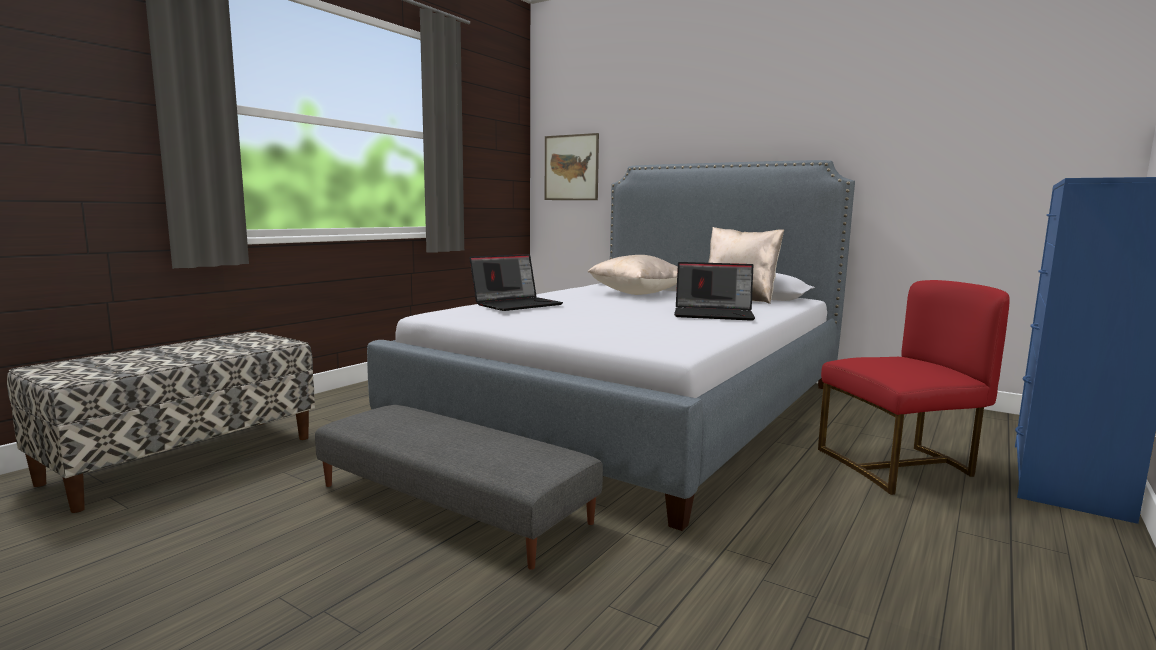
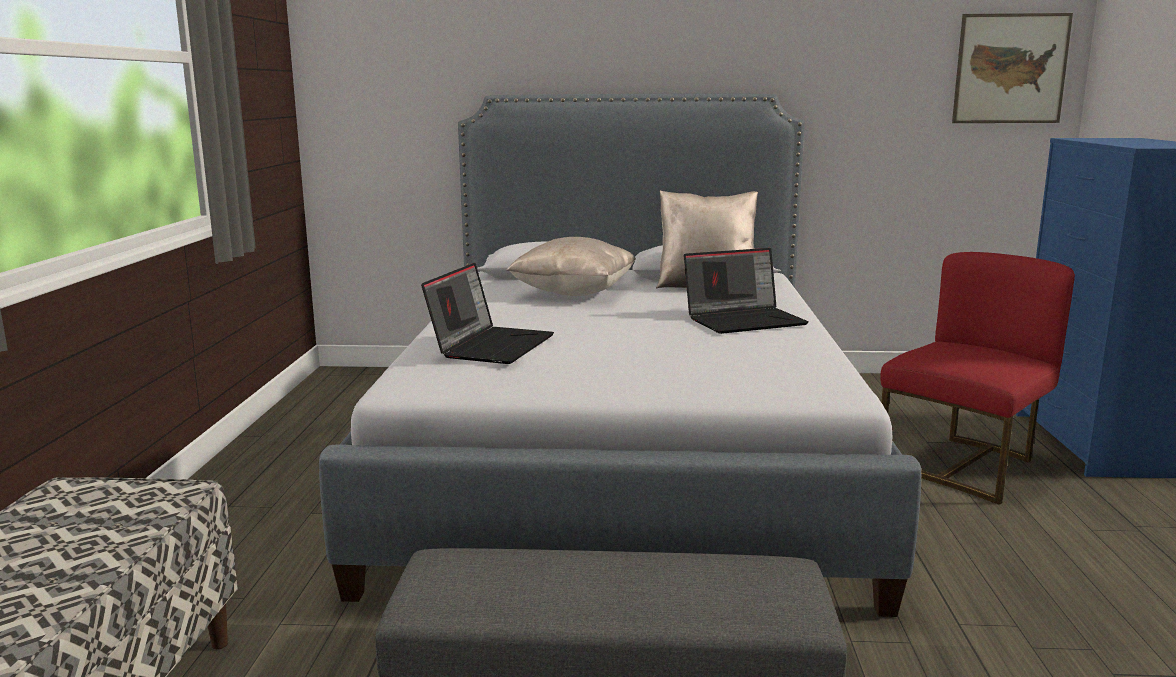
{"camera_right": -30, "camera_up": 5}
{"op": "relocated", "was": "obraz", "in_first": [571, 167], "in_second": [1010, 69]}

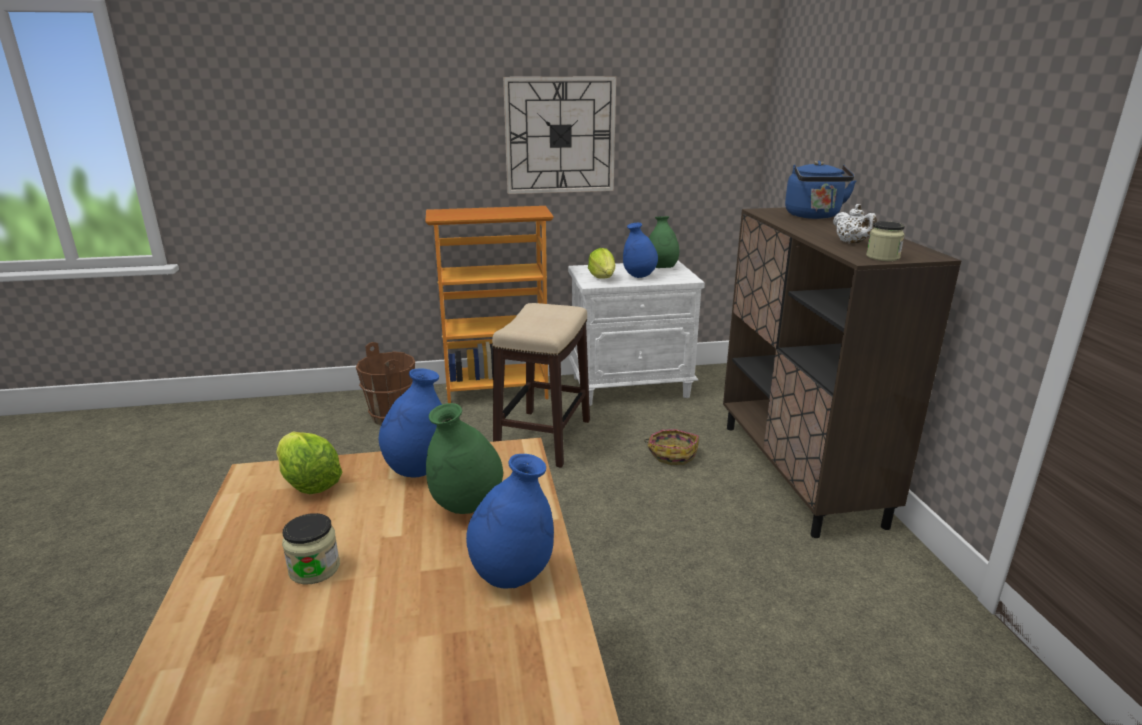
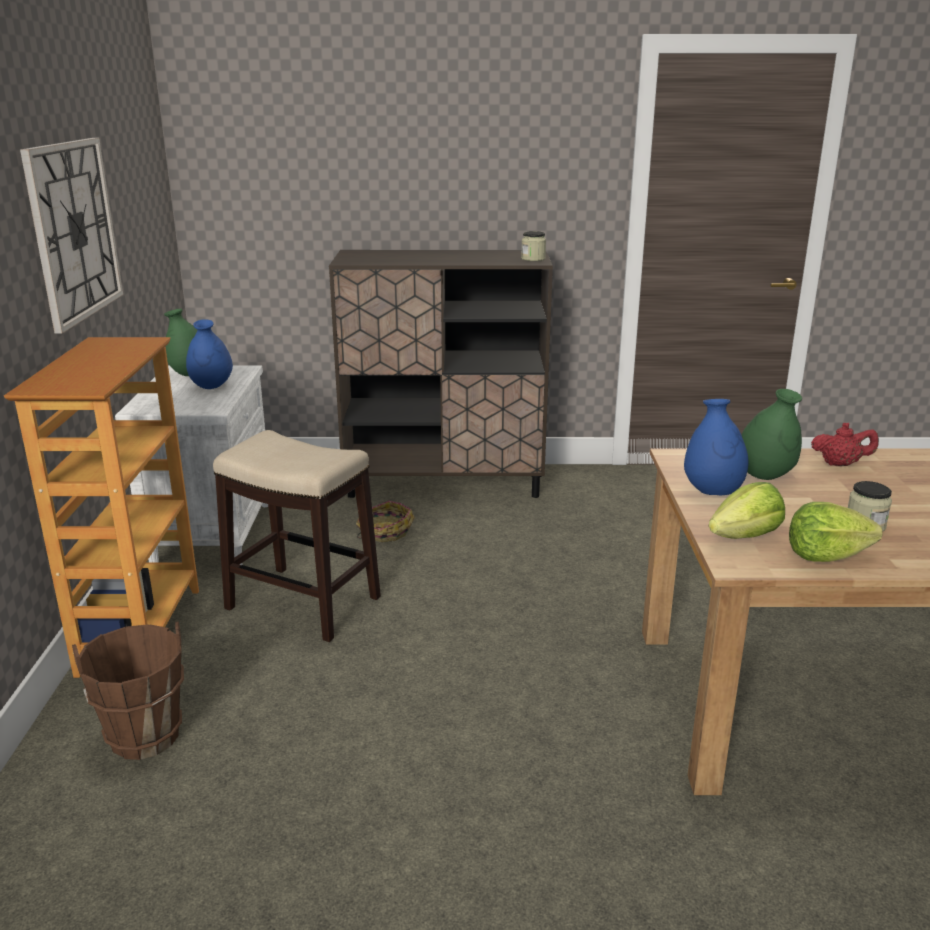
{"camera_right": -80, "camera_up": 0}
{"op": "missing", "was": "czajnik [niebieski]", "in_first": [814, 216]}
{"op": "missing", "was": "imbryk [biały]", "in_first": [852, 243]}
{"op": "relocated", "was": "sałata", "in_first": [603, 277], "in_second": [825, 556]}
{"op": "exchanged", "was": "wazon [niebieski]", "now": "imbryk [czerwony]", "in_first": [512, 575], "in_second": [840, 464]}

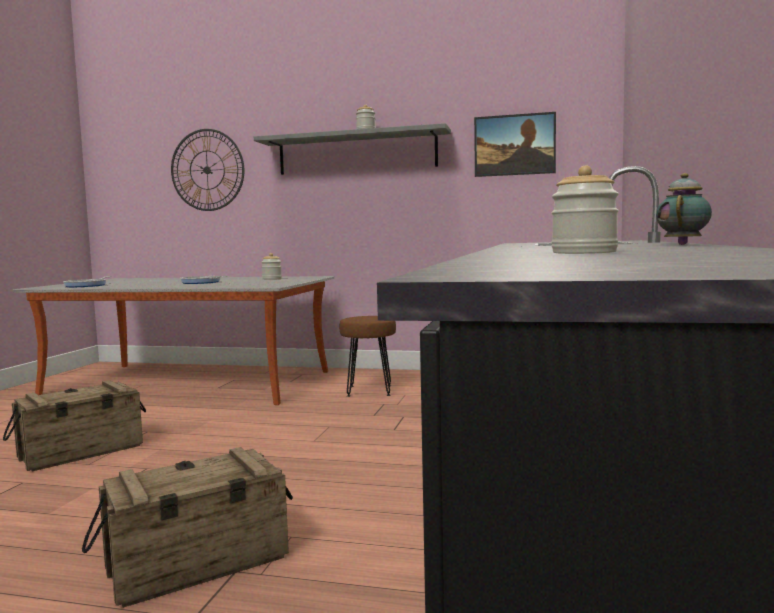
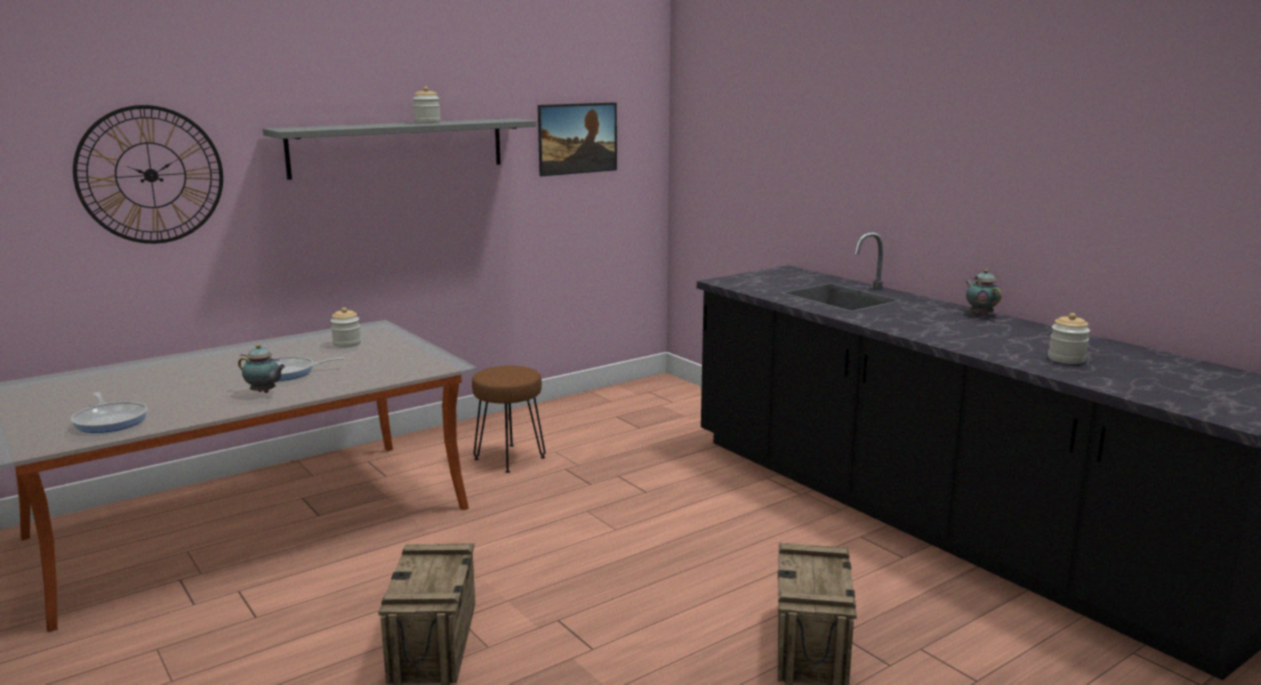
{"camera_right": -50, "camera_up": 10}
{"op": "appeared", "now": "imbryk", "in_second": [264, 392]}

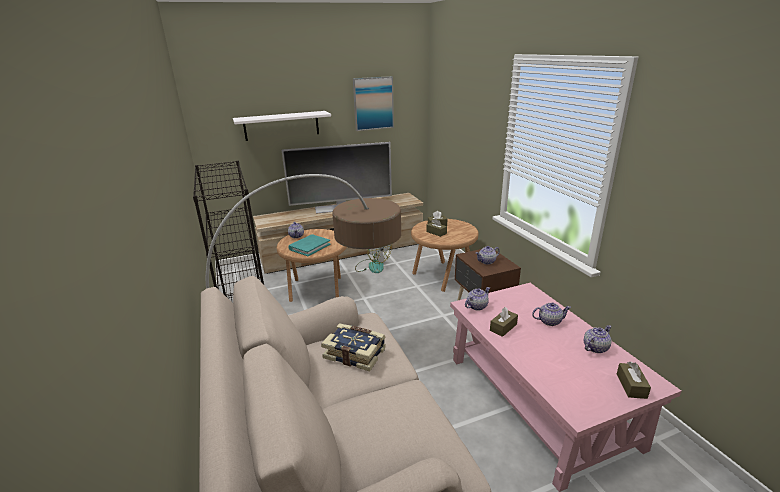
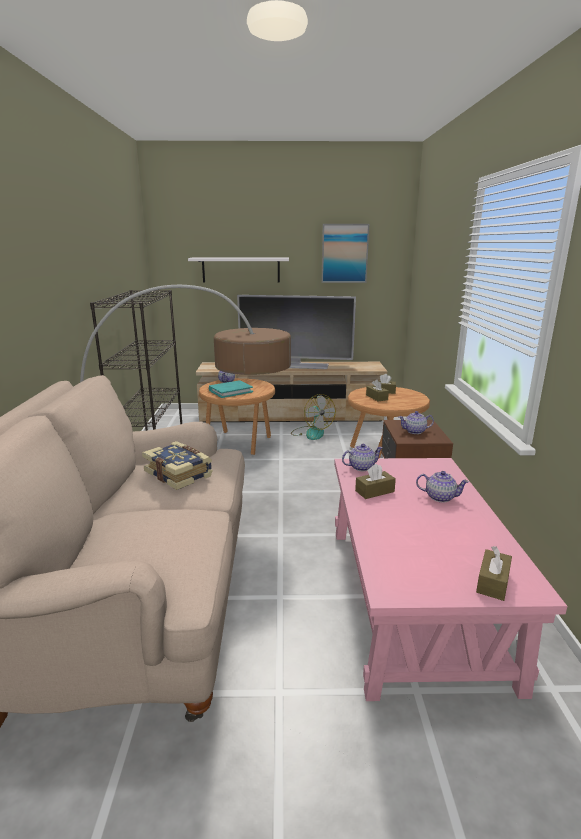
{"camera_right": 20, "camera_up": -5}
{"op": "missing", "was": "imbryk", "in_first": [595, 348]}

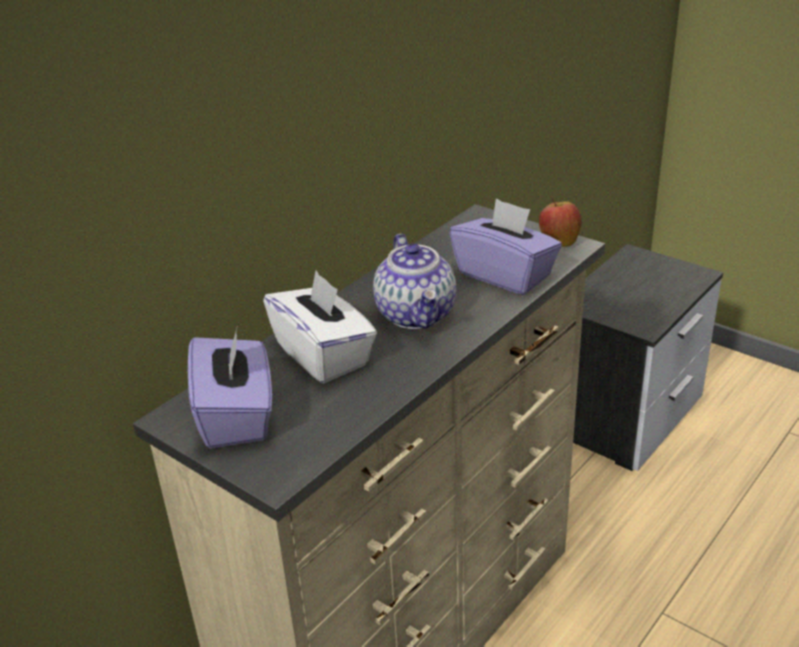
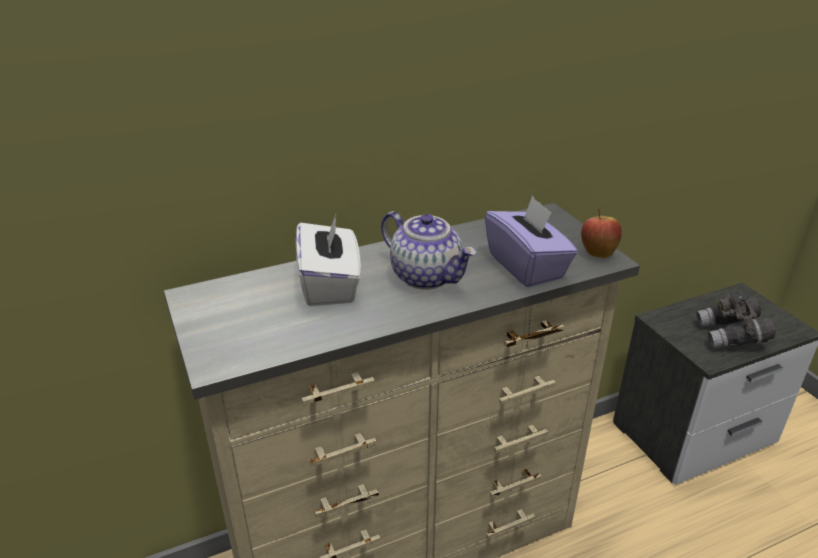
{"camera_right": 25, "camera_up": 0}
{"op": "spun", "was": "imbryk", "in_first": [417, 315], "in_second": [427, 276], "clockwise": -60}
{"op": "missing", "was": "pudełko chusteczek [fioletowy]", "in_first": [237, 416]}
{"op": "appeared", "now": "lornetka [szary]", "in_second": [731, 336]}

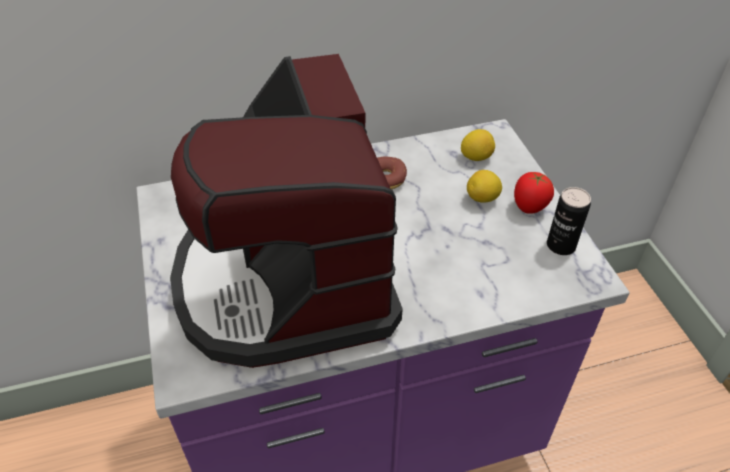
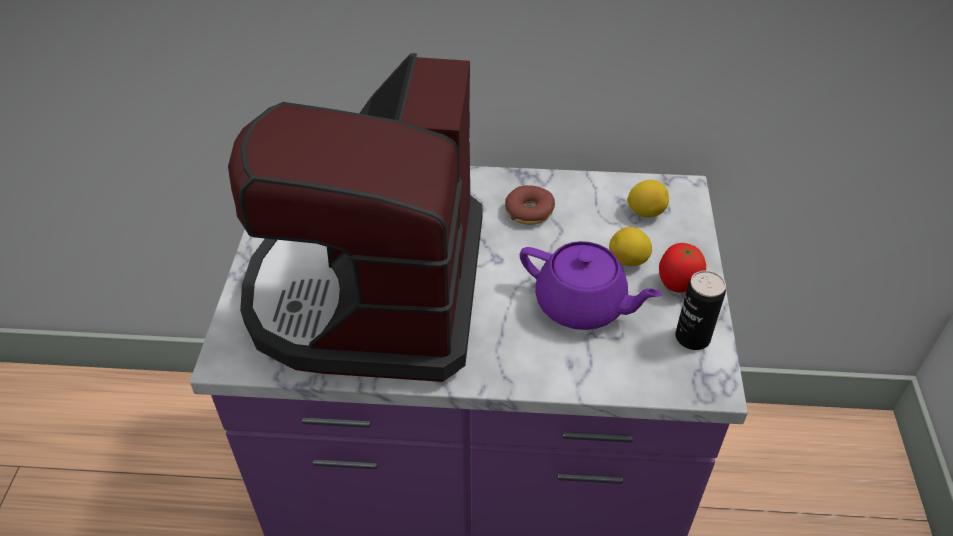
{"camera_right": 20, "camera_up": 0}
{"op": "appeared", "now": "imbryk [fioletowy]", "in_second": [582, 305]}

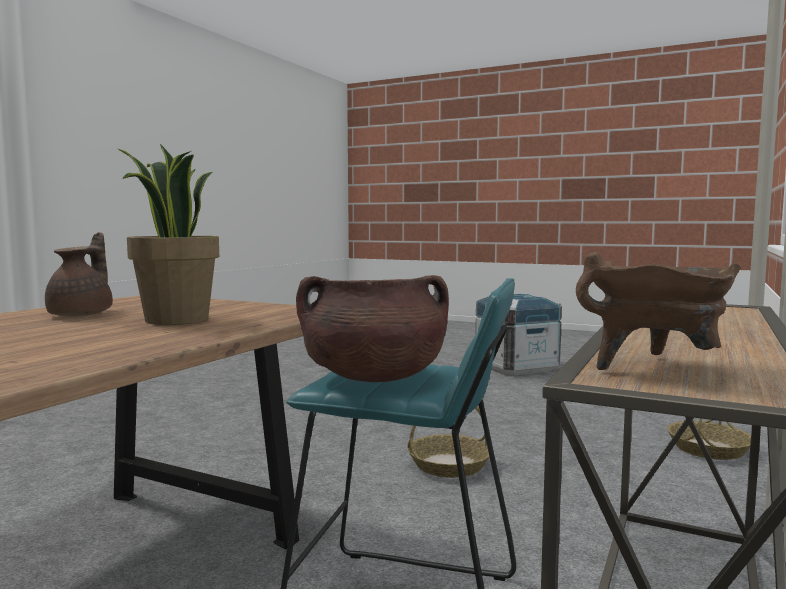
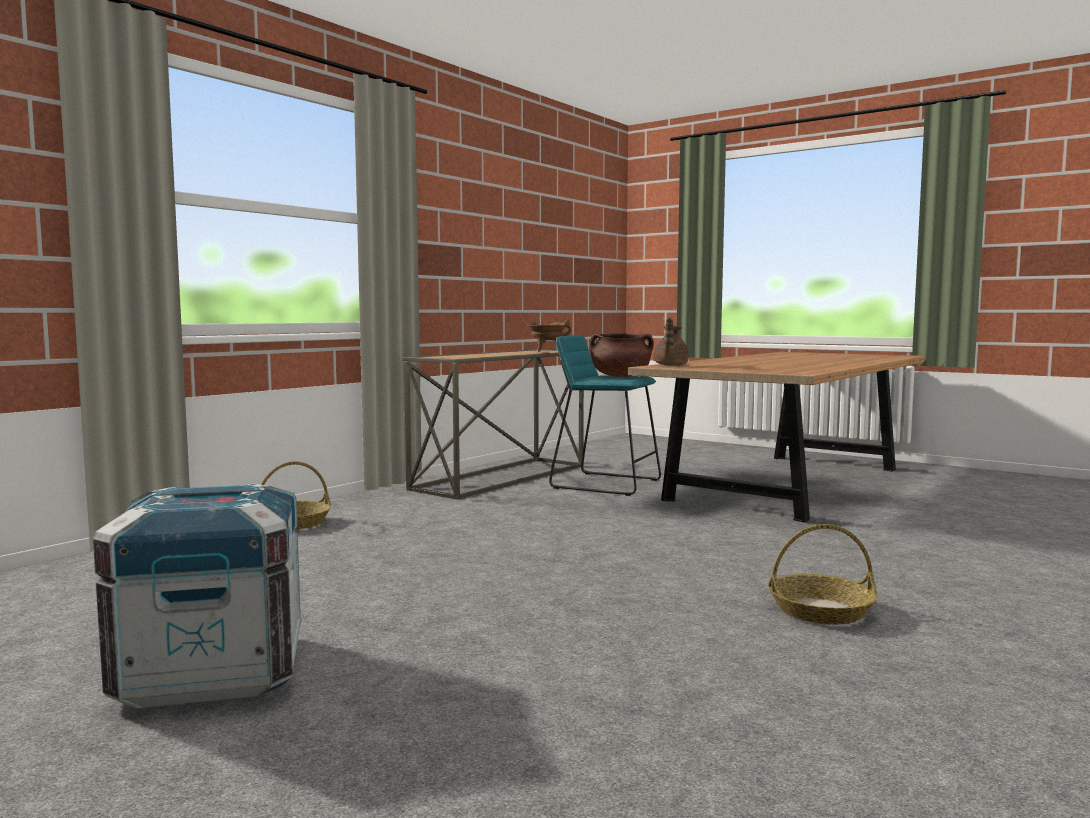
{"camera_right": -170, "camera_up": 0}
{"op": "missing", "was": "roślina doniczkowa", "in_first": [175, 320]}
{"op": "relocated", "was": "imbryk [brązowy]", "in_first": [83, 314], "in_second": [670, 365]}
{"op": "relocated", "was": "koszyk", "in_first": [448, 465], "in_second": [821, 610]}

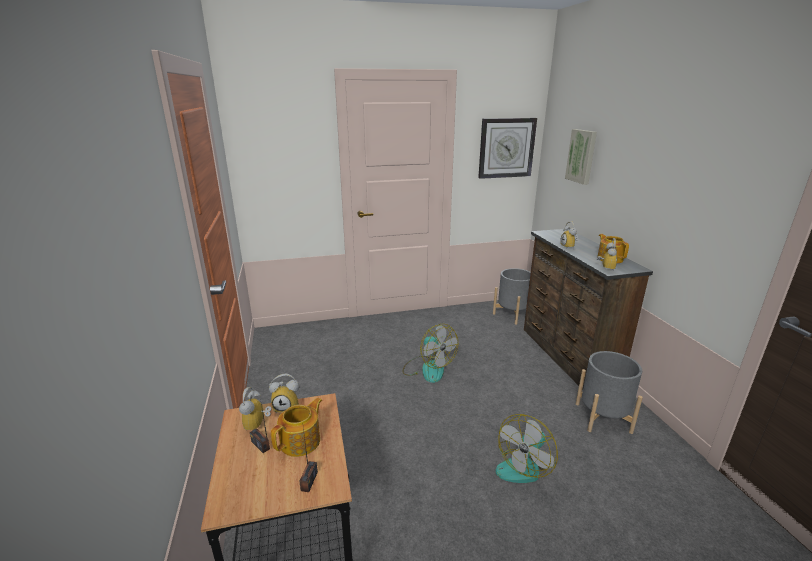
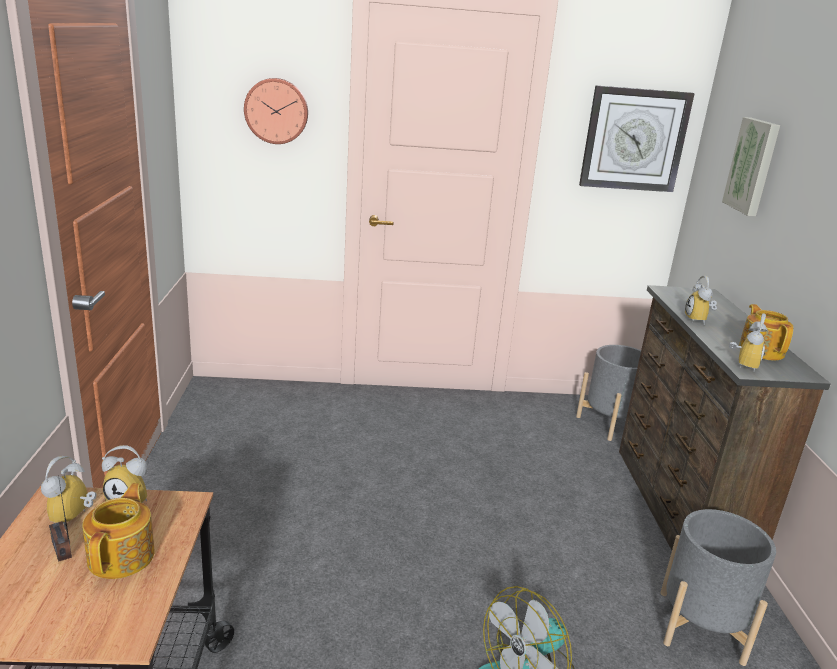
{"camera_right": 10, "camera_up": 0}
{"op": "missing", "was": "wentylator", "in_first": [428, 368]}
{"op": "spun", "was": "imbryk", "in_first": [301, 441], "in_second": [123, 556], "clockwise": -45}
{"op": "missing", "was": "radio", "in_first": [309, 481]}
{"op": "appeared", "now": "zegar ścienny", "in_second": [276, 111]}

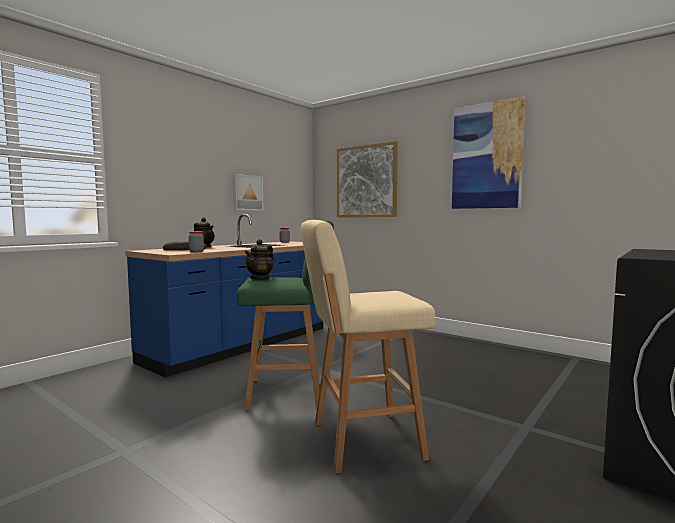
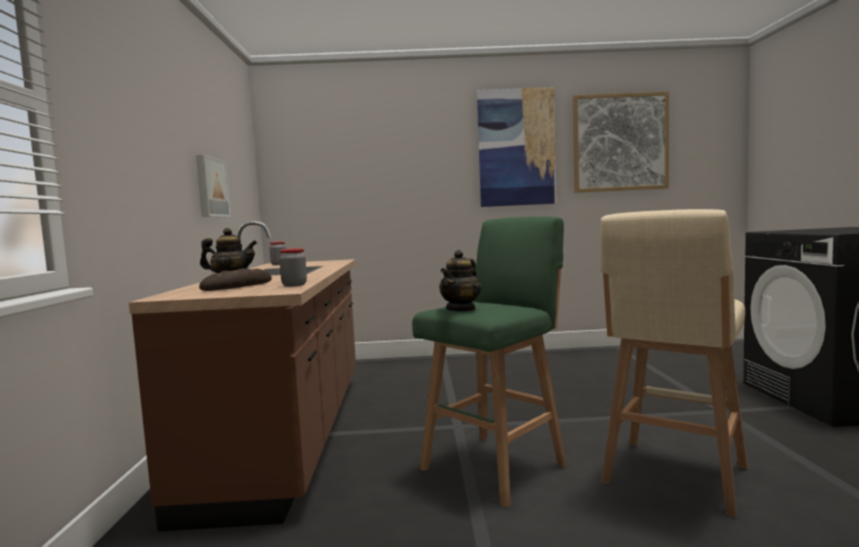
{"camera_right": -40, "camera_up": 0}
{"op": "relocated", "was": "obraz", "in_first": [366, 181], "in_second": [620, 142]}
{"op": "colour", "was": "zabudowa kuchenna [niebieski]", "now": "zabudowa kuchenna [brązowy]", "in_first": [245, 344], "in_second": [290, 433]}
{"op": "spun", "was": "imbryk", "in_first": [260, 278], "in_second": [461, 309], "clockwise": 45}

